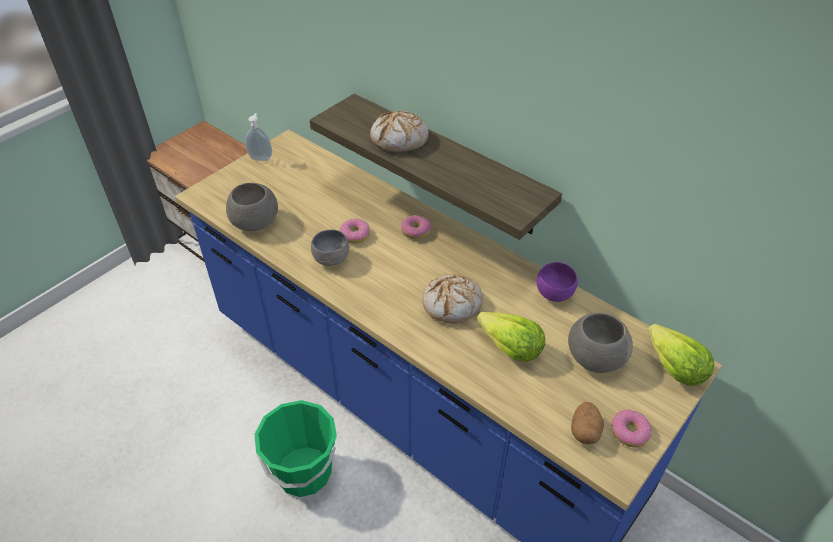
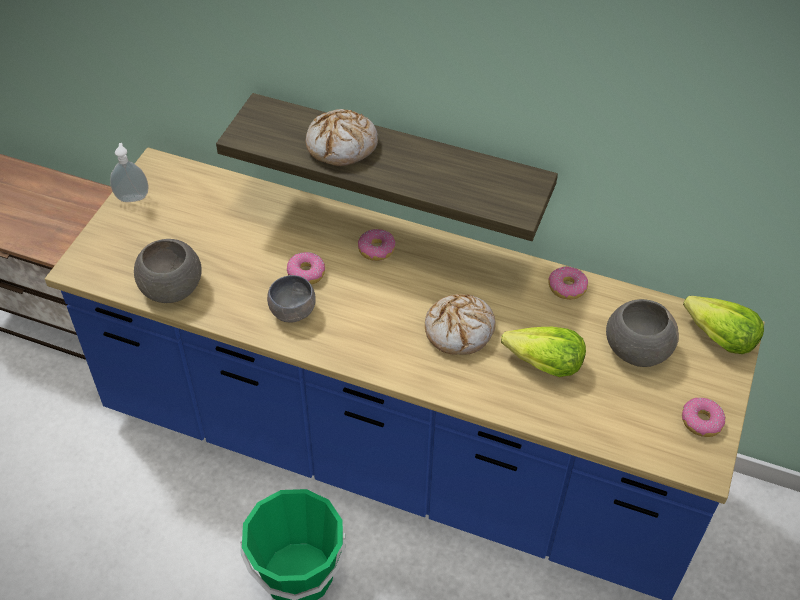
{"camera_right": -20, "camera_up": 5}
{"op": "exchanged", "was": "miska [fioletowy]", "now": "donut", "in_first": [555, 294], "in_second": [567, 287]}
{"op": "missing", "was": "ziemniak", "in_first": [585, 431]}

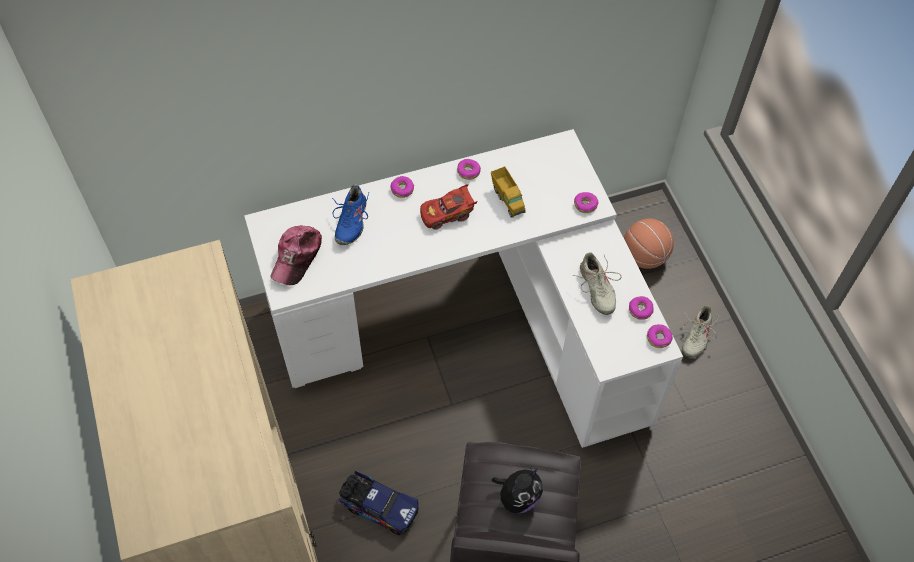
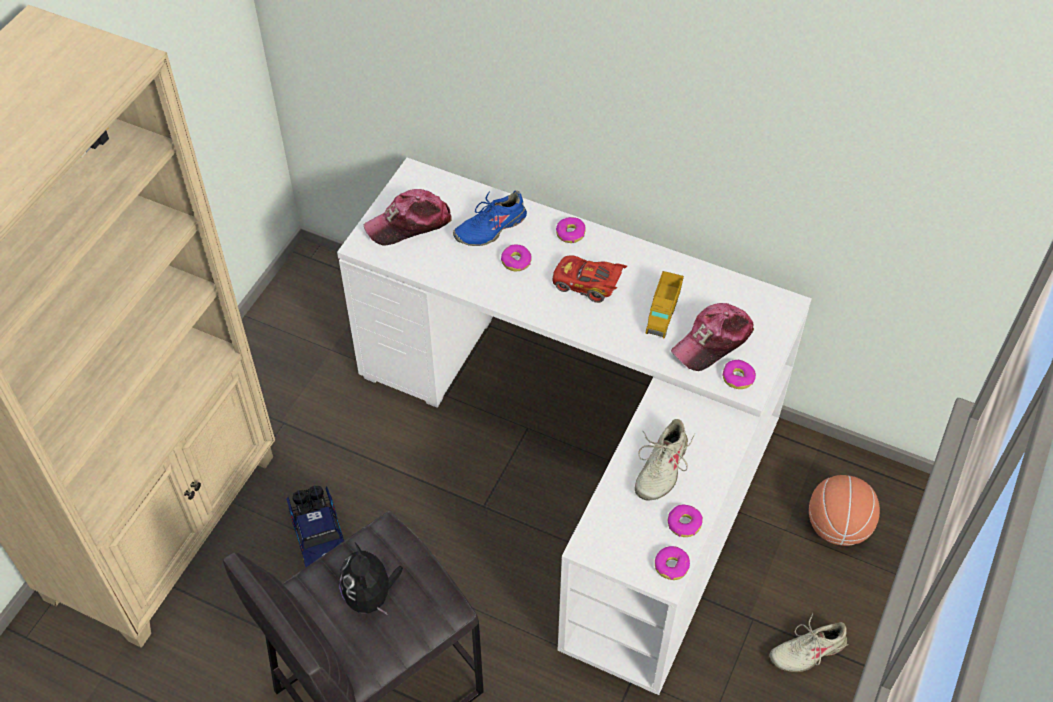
{"camera_right": 45, "camera_up": -5}
{"op": "relocated", "was": "donut", "in_first": [468, 171], "in_second": [516, 261]}
{"op": "spun", "was": "pluszak", "in_first": [518, 497], "in_second": [371, 596], "clockwise": 75}
{"op": "appeared", "now": "czapka z daszkiem", "in_second": [713, 341]}

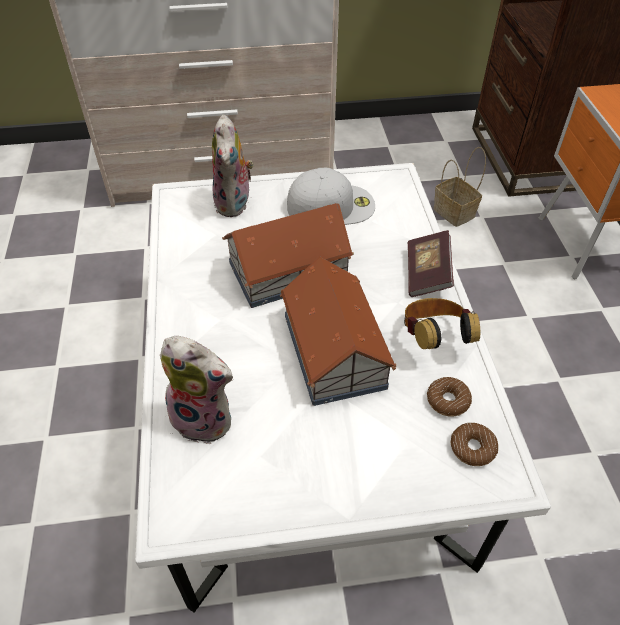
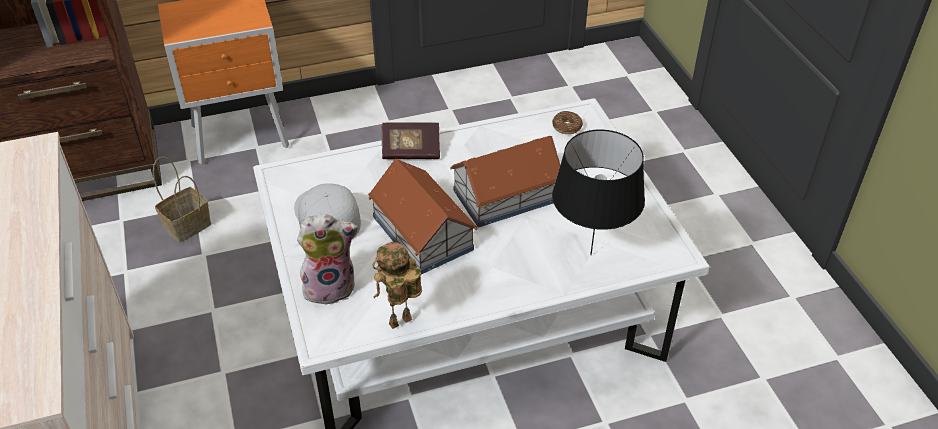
{"camera_right": -100, "camera_up": -5}
{"op": "missing", "was": "słuchawki", "in_first": [434, 338]}
{"op": "exchanged", "was": "pluszak", "now": "lampa stołowa [czarny]", "in_first": [205, 418], "in_second": [591, 255]}
{"op": "missing", "was": "donut", "in_first": [448, 400]}
{"op": "appeared", "now": "robot zabawkowy", "in_second": [400, 324]}

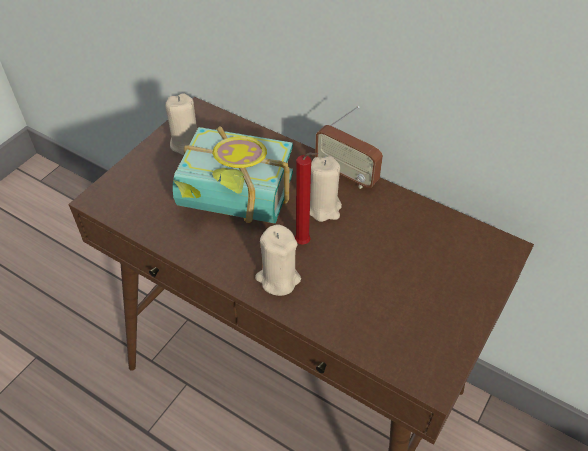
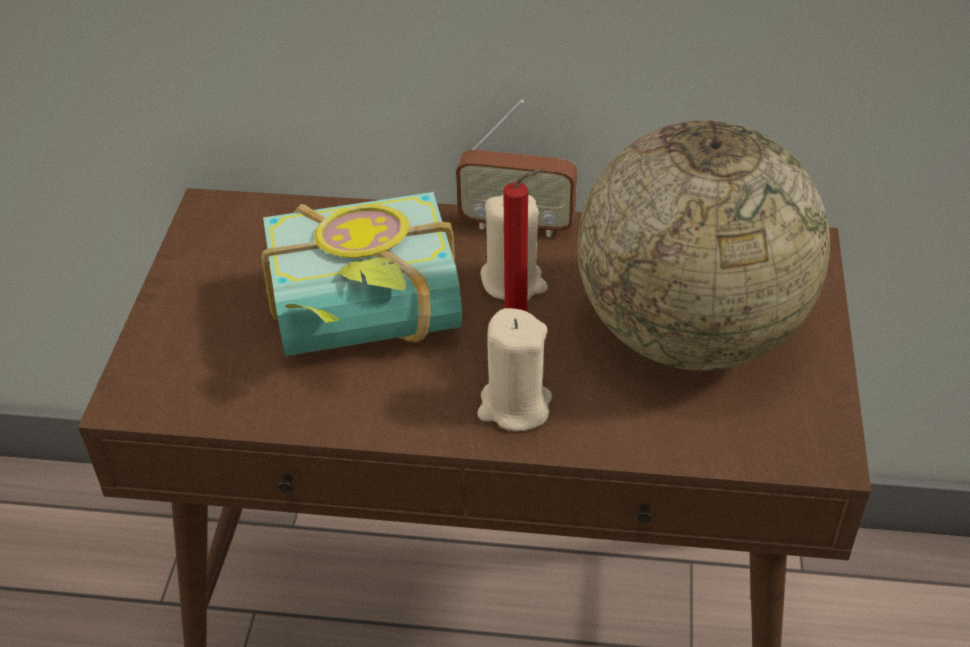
{"camera_right": -25, "camera_up": -5}
{"op": "missing", "was": "świeca [beżowy]", "in_first": [187, 144]}
{"op": "appeared", "now": "globus", "in_second": [689, 333]}

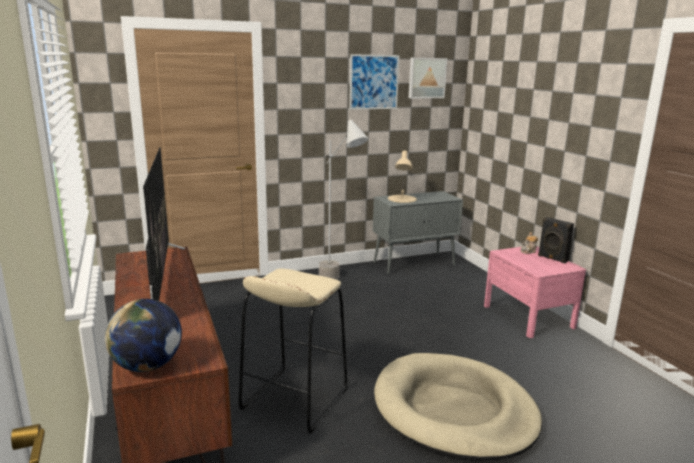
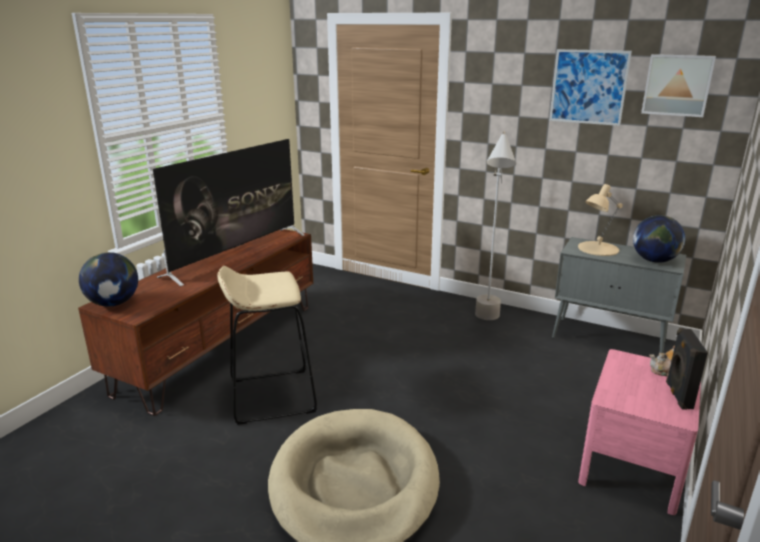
{"camera_right": 50, "camera_up": 5}
{"op": "appeared", "now": "globus", "in_second": [654, 260]}

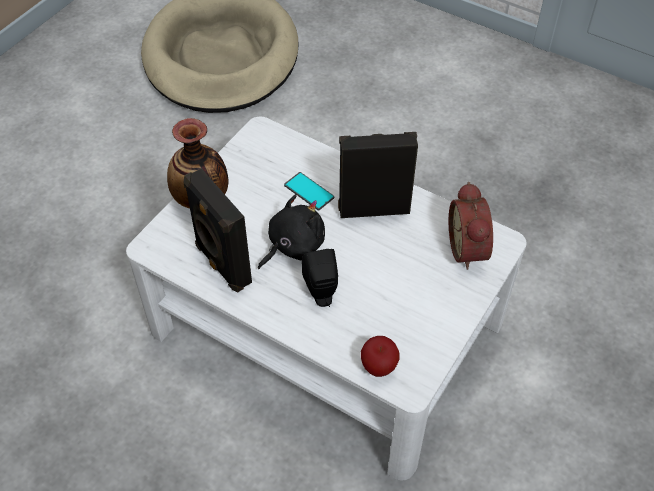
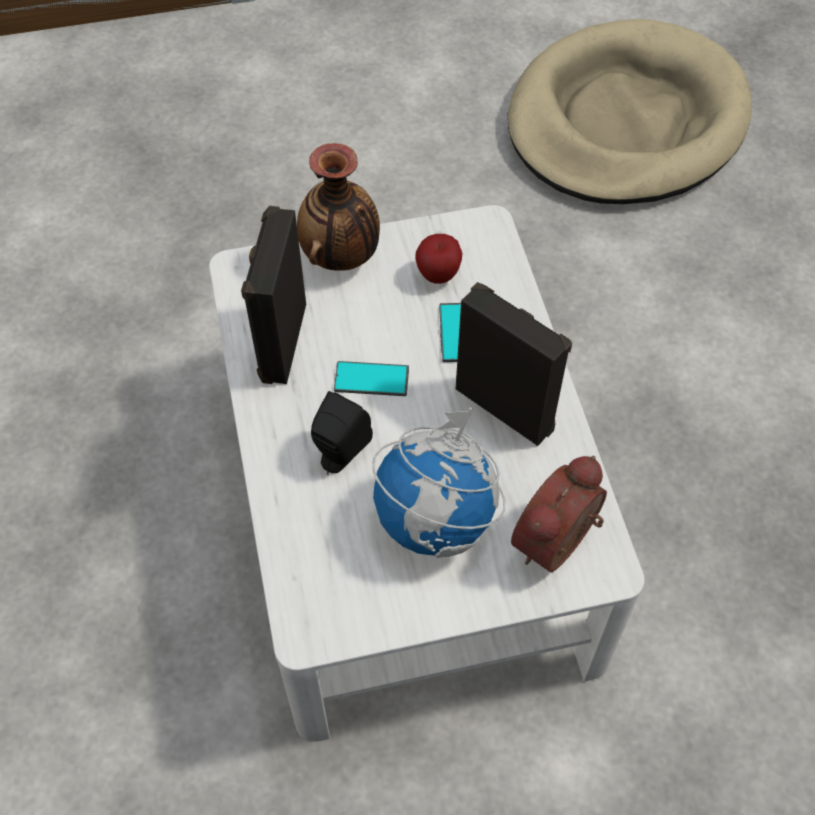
{"camera_right": 45, "camera_up": 5}
{"op": "exchanged", "was": "pluszak [czarny]", "now": "telefon", "in_first": [293, 246], "in_second": [371, 379]}
{"op": "relocated", "was": "jabłko", "in_first": [378, 368], "in_second": [438, 275]}
{"op": "appeared", "now": "globus", "in_second": [436, 520]}

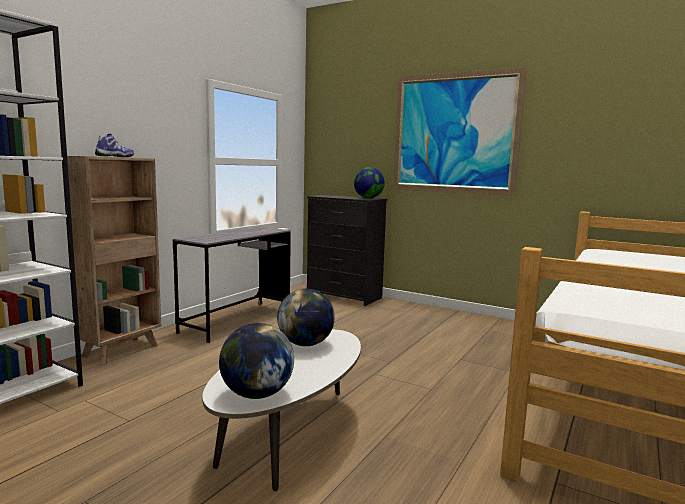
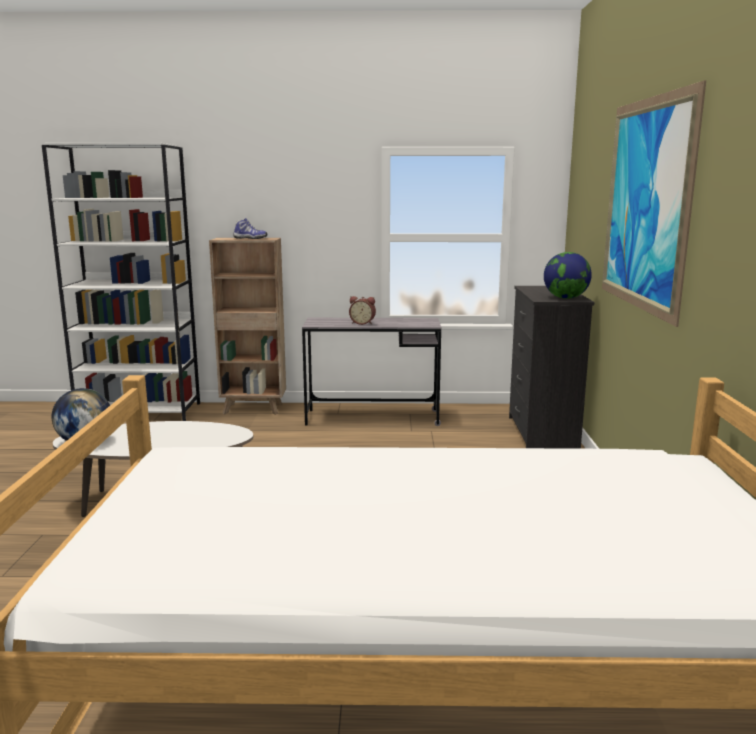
{"camera_right": 60, "camera_up": 5}
{"op": "missing", "was": "globus", "in_first": [305, 344]}
{"op": "appeared", "now": "budzik", "in_second": [362, 323]}

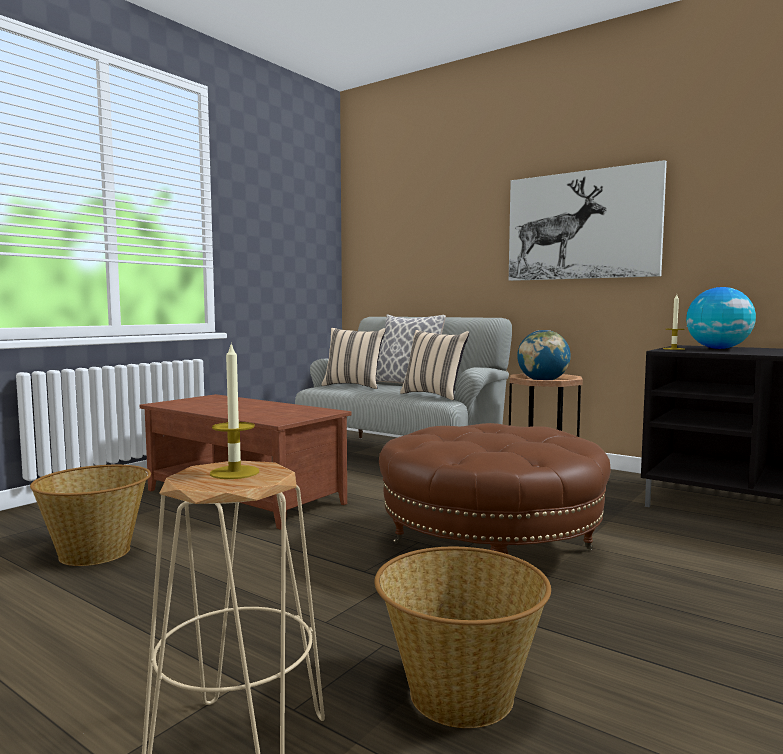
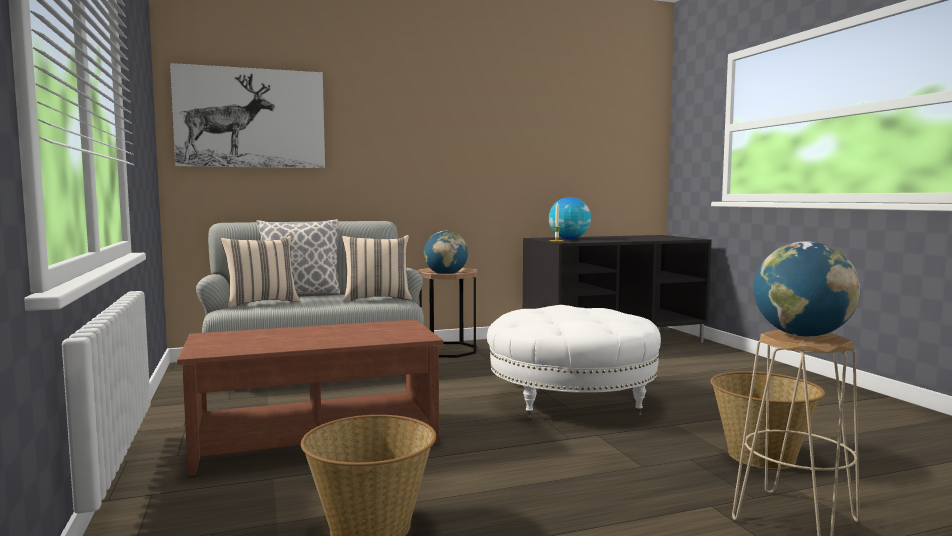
{"camera_right": -55, "camera_up": 0}
{"op": "relocated", "was": "obraz", "in_first": [582, 225], "in_second": [251, 118]}
{"op": "exchanged", "was": "świeca", "now": "globus", "in_first": [234, 472], "in_second": [802, 335]}
{"op": "colour", "was": "pufa [brązowy]", "now": "pufa [biały]", "in_first": [490, 546], "in_second": [572, 400]}

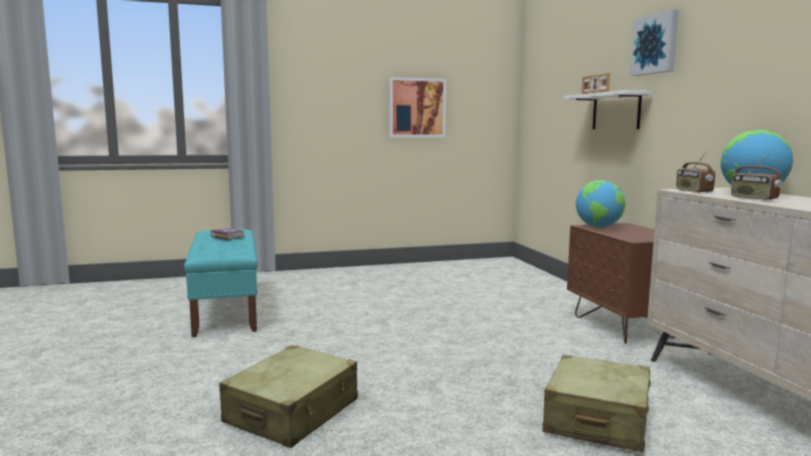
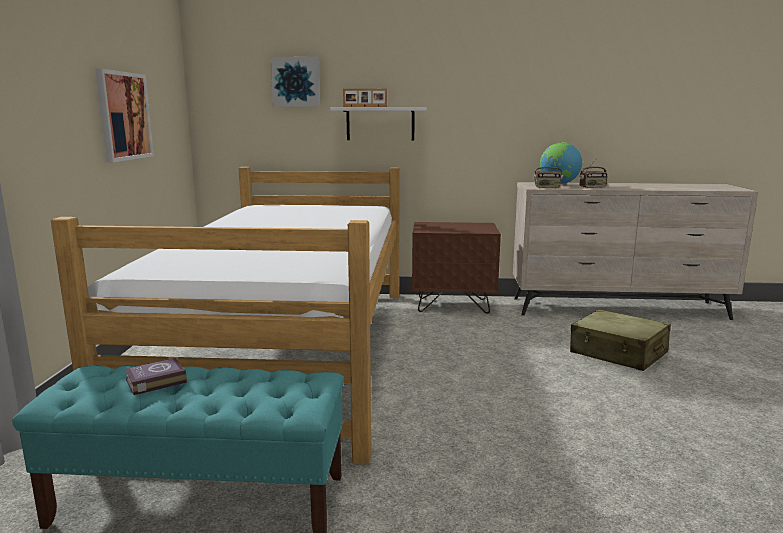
{"camera_right": -70, "camera_up": 5}
{"op": "relocated", "was": "obraz", "in_first": [655, 44], "in_second": [296, 82]}
{"op": "missing", "was": "globus", "in_first": [599, 227]}
{"op": "missing", "was": "walizka [beżowy]", "in_first": [292, 412]}
{"op": "appeared", "now": "łóżko", "in_second": [291, 350]}

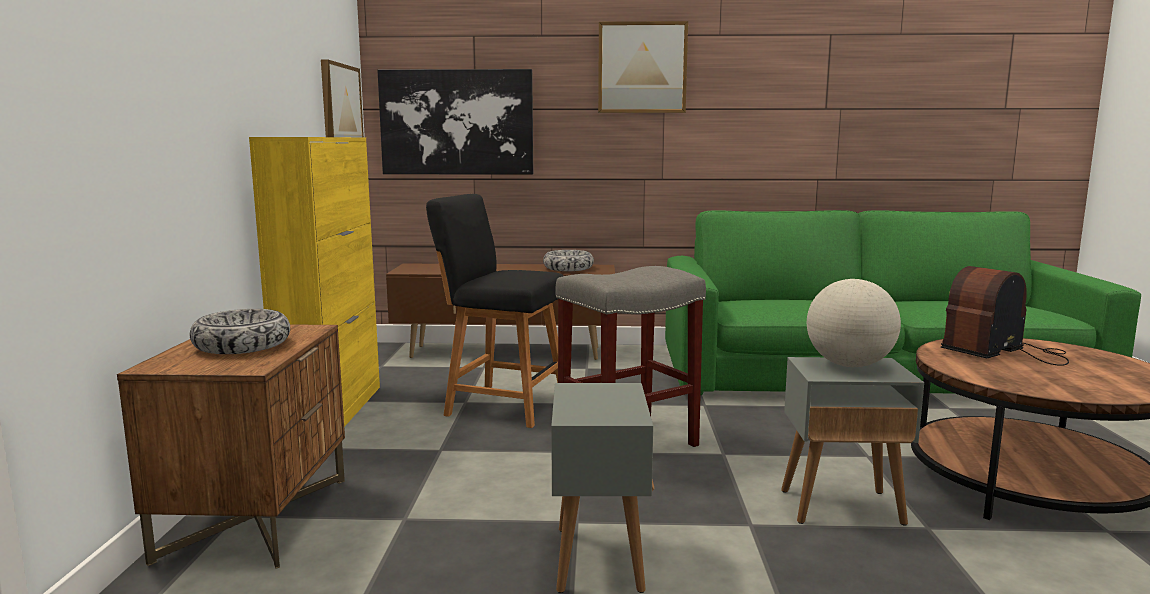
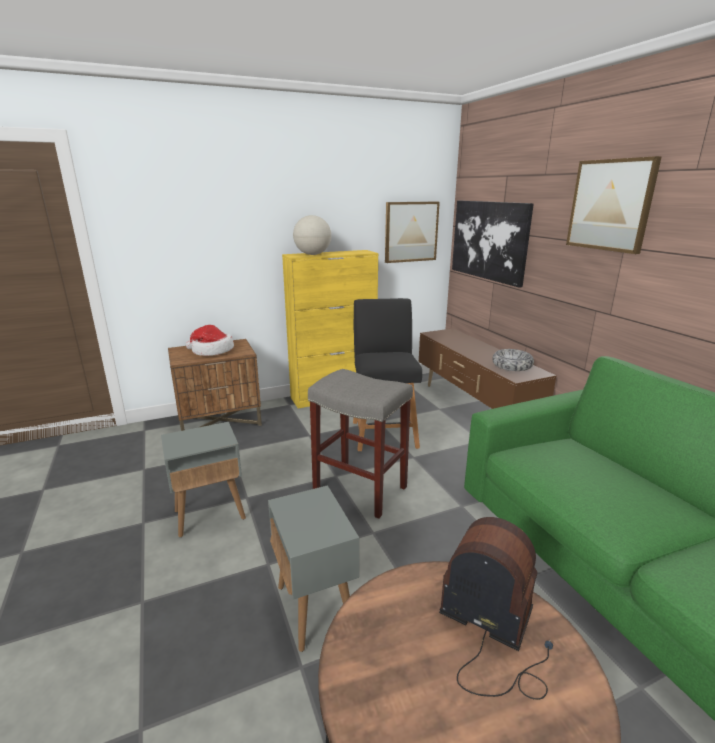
{"camera_right": 65, "camera_up": 10}
{"op": "relocated", "was": "globus", "in_first": [849, 365], "in_second": [312, 254]}
{"op": "exchanged", "was": "miska", "now": "kapelusz", "in_first": [242, 345], "in_second": [211, 351]}

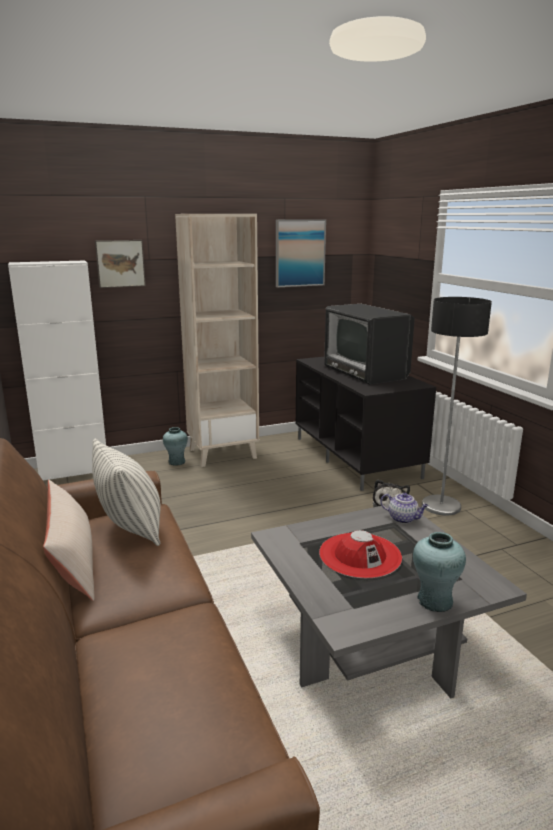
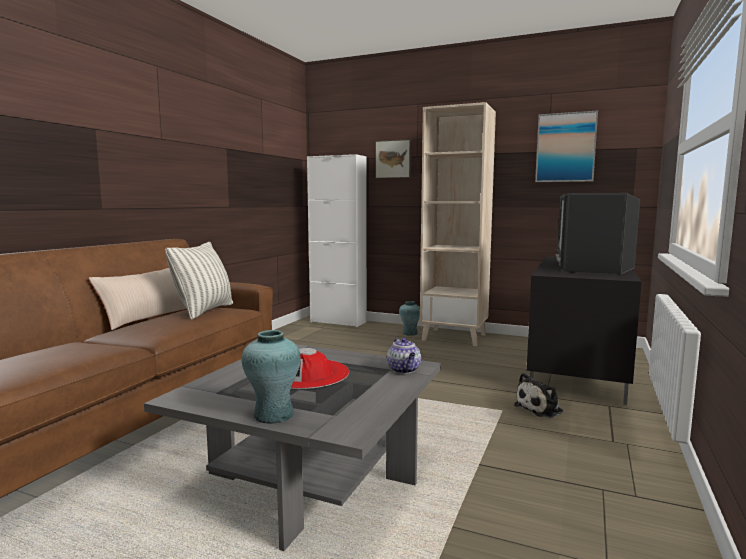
{"camera_right": 45, "camera_up": -10}
{"op": "missing", "was": "lampa stojąca", "in_first": [441, 506]}

